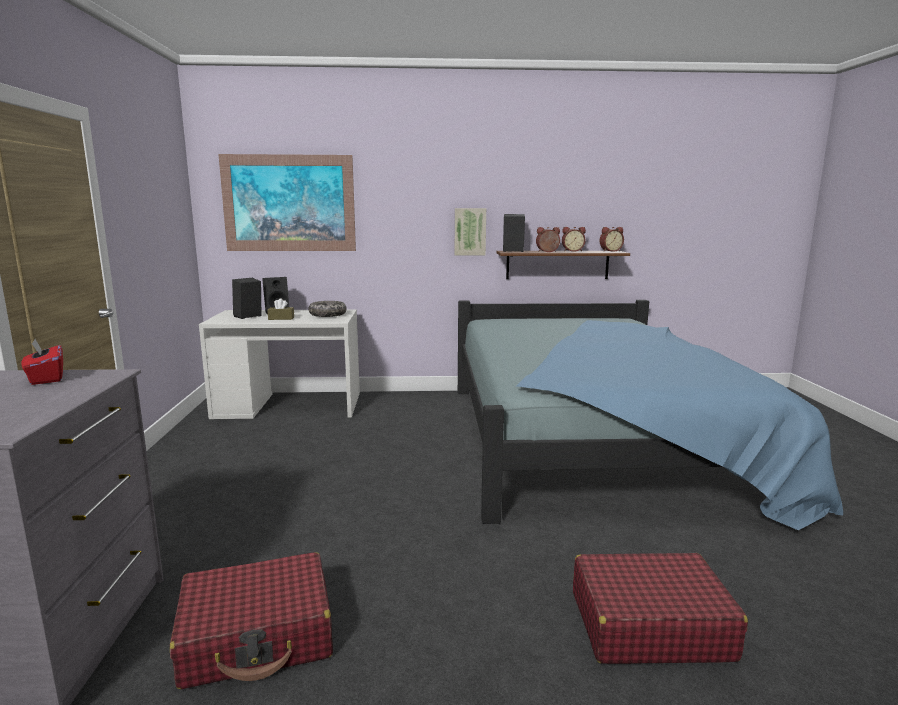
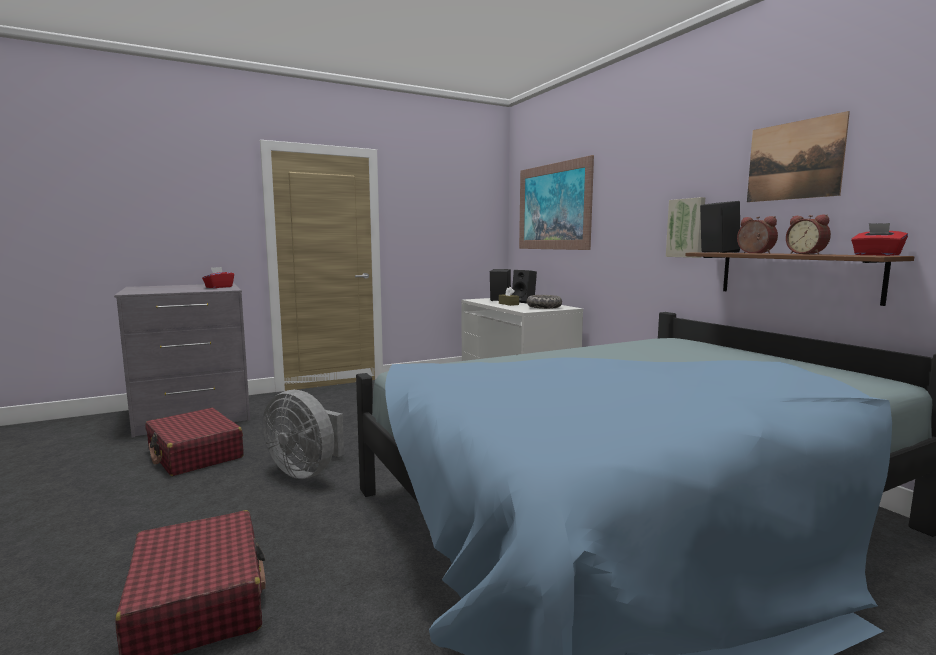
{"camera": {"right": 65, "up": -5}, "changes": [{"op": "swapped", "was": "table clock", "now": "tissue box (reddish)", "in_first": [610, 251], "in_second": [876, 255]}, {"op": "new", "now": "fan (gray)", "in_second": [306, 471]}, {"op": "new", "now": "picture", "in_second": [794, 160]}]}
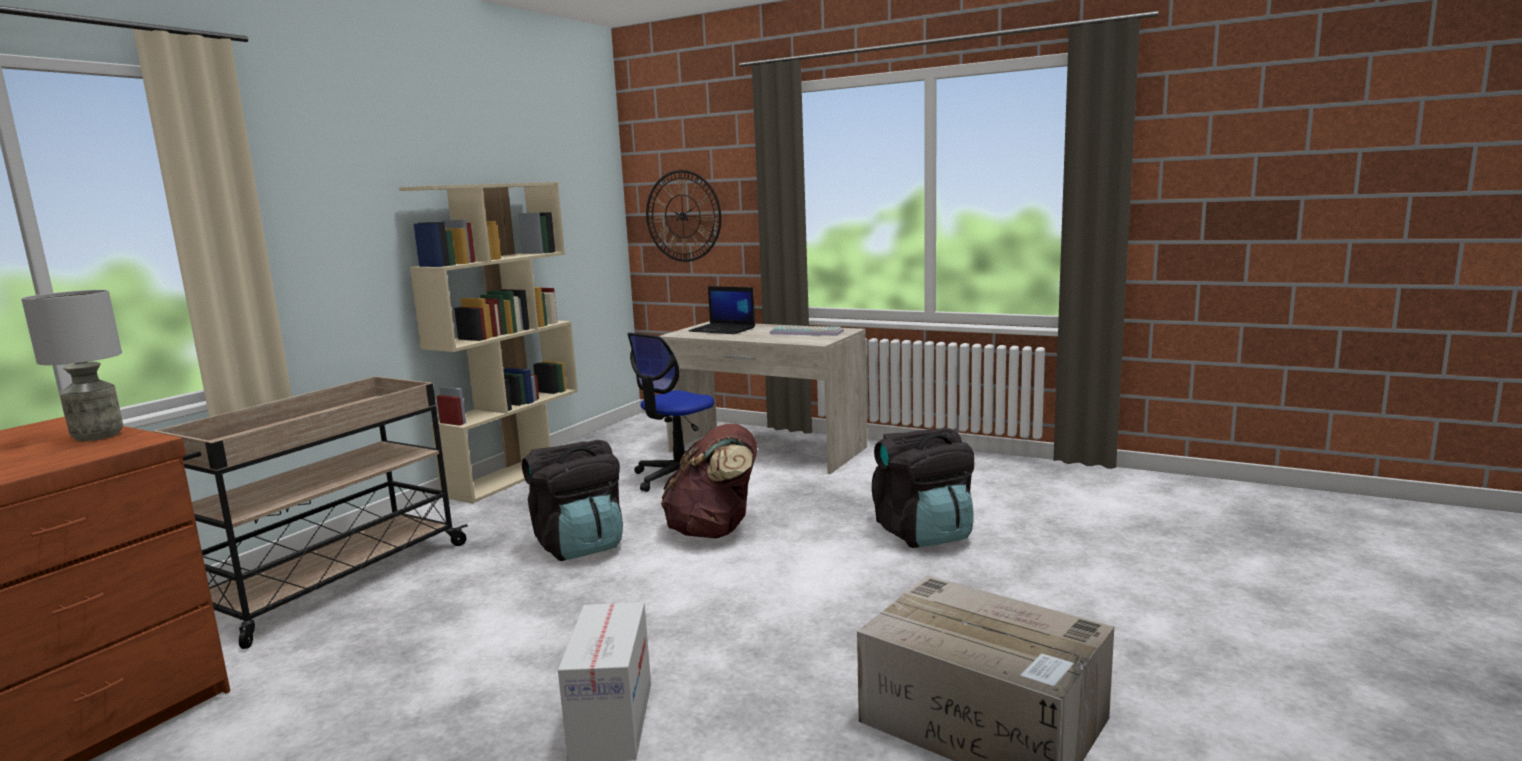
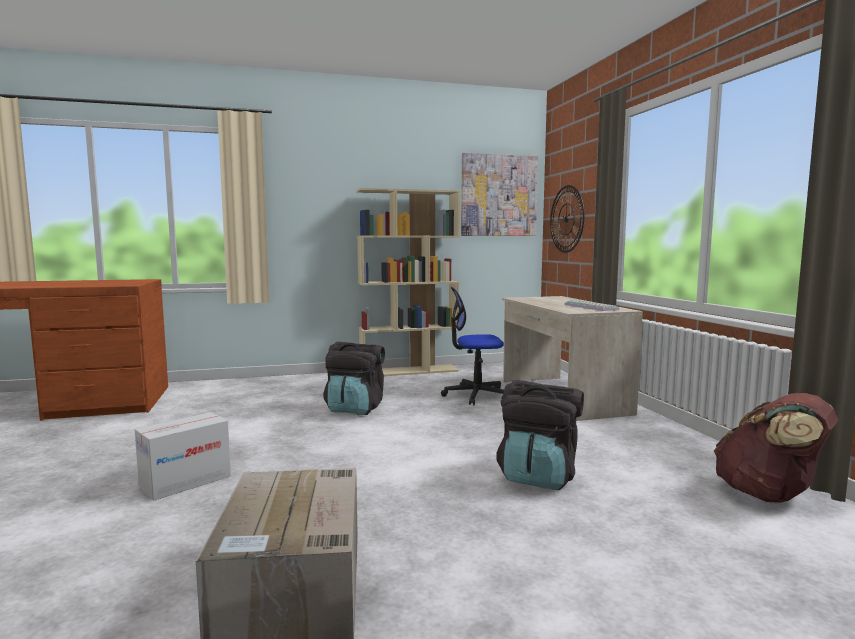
{"camera": {"right": 45, "up": -5}, "changes": [{"op": "gone", "was": "lamp for a table (gray)", "in_first": [97, 436]}, {"op": "gone", "was": "wheeled cart (beige)", "in_first": [331, 582]}, {"op": "shifted", "was": "knapsack (brownish)", "in_first": [714, 531], "in_second": [769, 495]}, {"op": "gone", "was": "portable computer", "in_first": [723, 329]}, {"op": "new", "now": "picture", "in_second": [498, 195]}]}
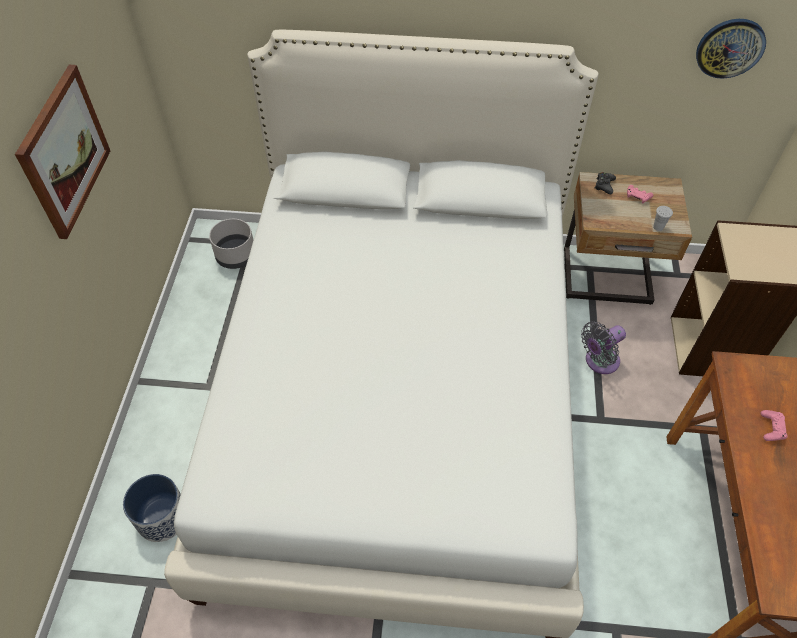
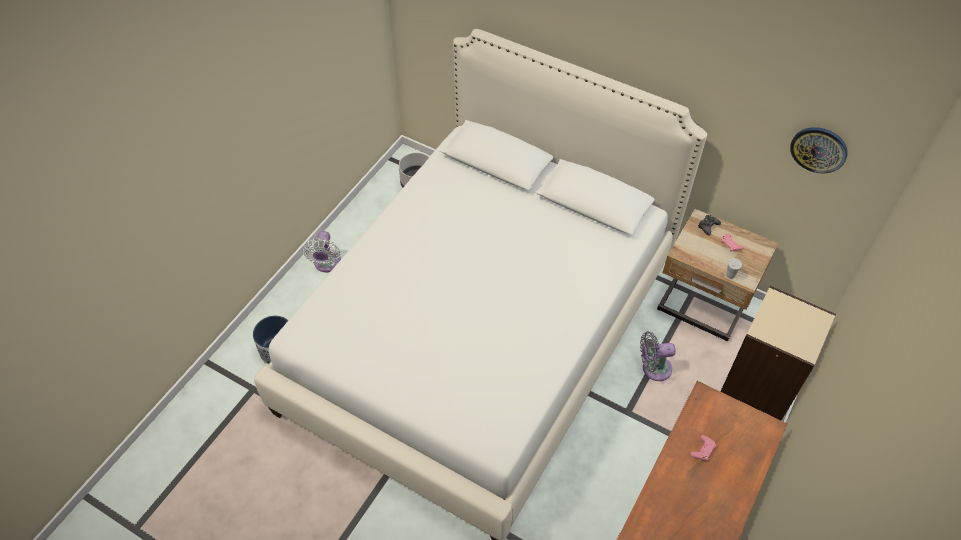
{"camera": {"right": 25, "up": 0}, "changes": [{"op": "gone", "was": "picture", "in_first": [64, 152]}, {"op": "new", "now": "fan (white)", "in_second": [327, 264]}]}
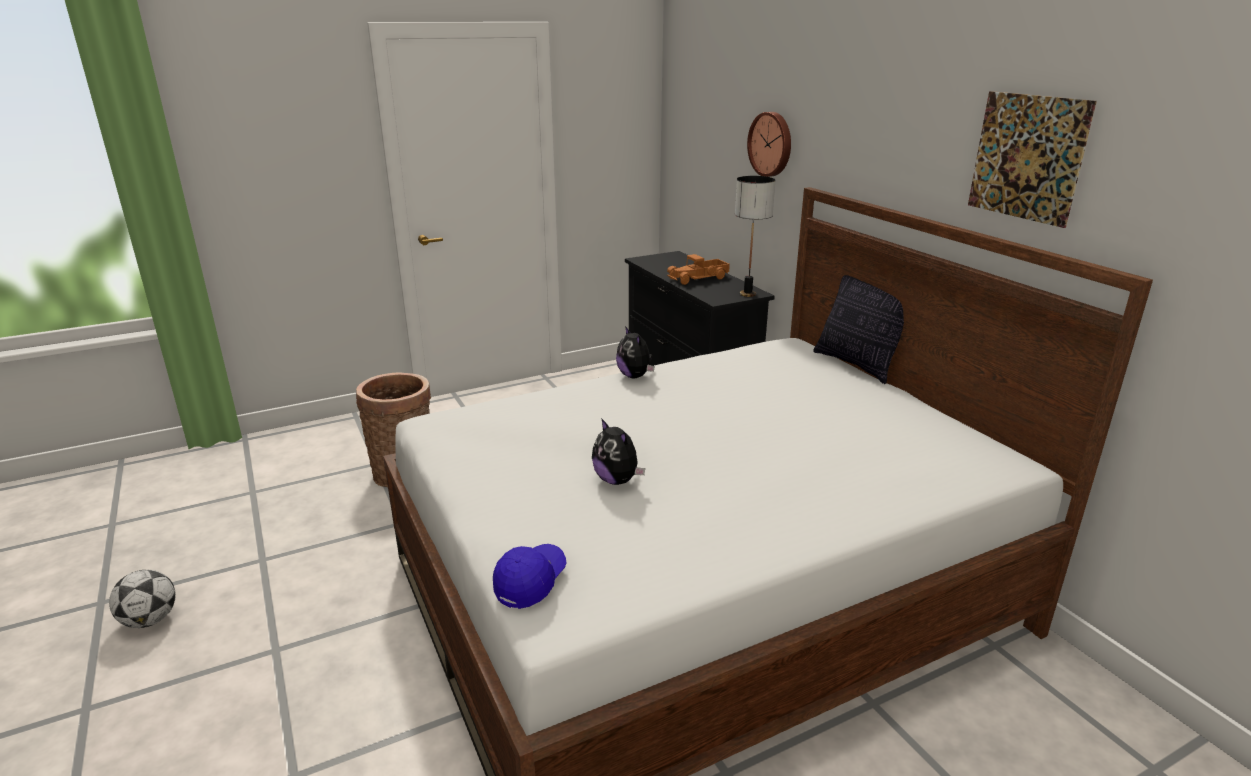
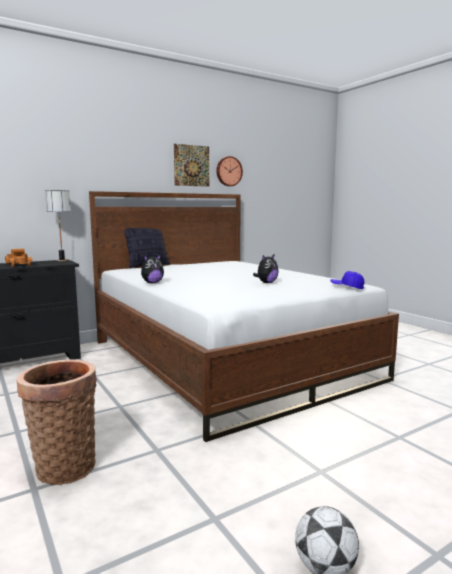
{"camera": {"right": -95, "up": -15}, "changes": [{"op": "shifted", "was": "hanging clock", "in_first": [771, 144], "in_second": [228, 171]}]}
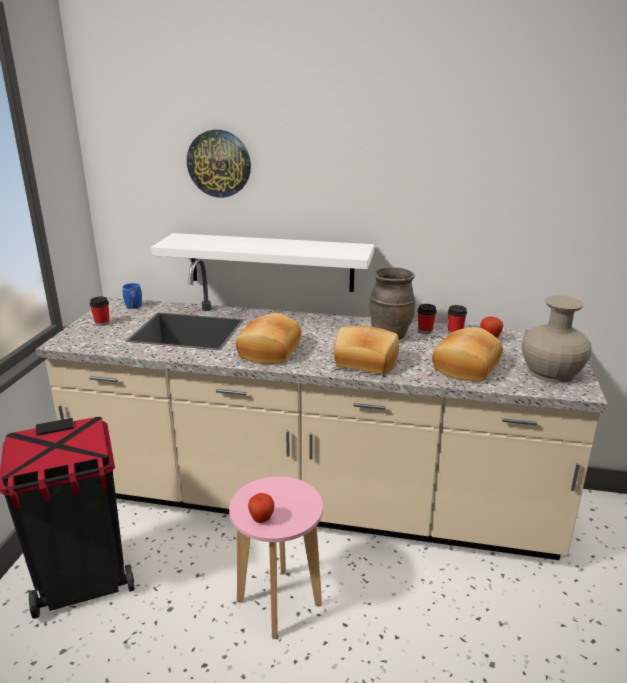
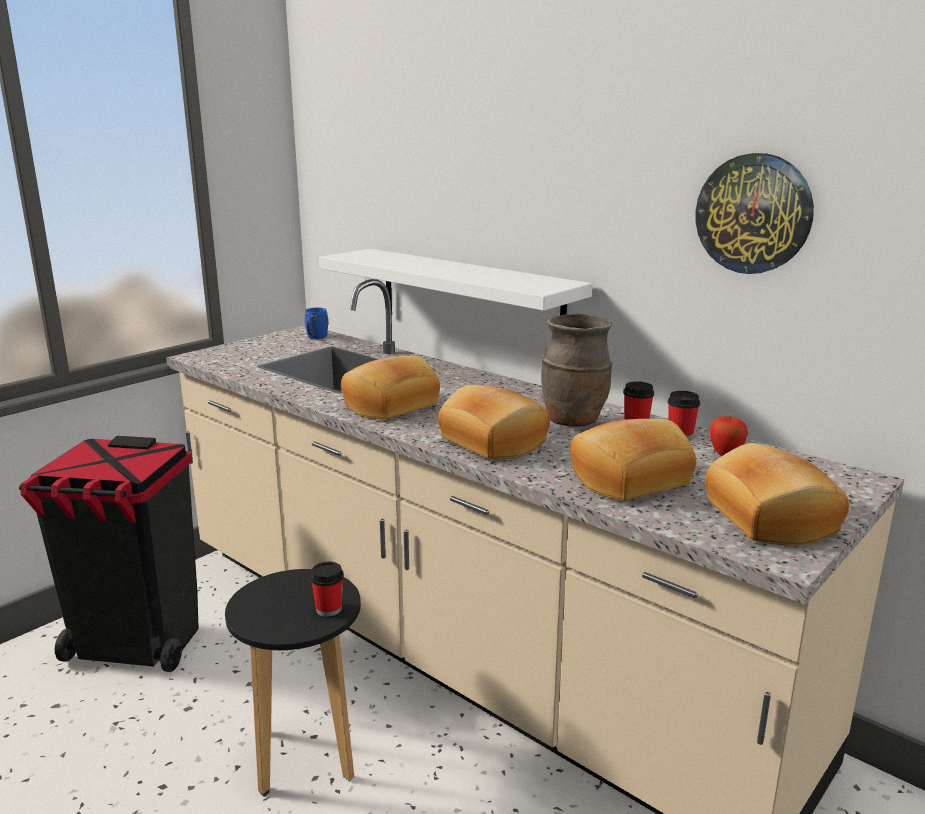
{"camera": {"right": 30, "up": -5}, "changes": [{"op": "shifted", "was": "small cup", "in_first": [102, 323], "in_second": [329, 609]}, {"op": "shifted", "was": "hanging clock", "in_first": [219, 163], "in_second": [753, 214]}, {"op": "repainted", "was": "stool (pinkish)", "now": "stool (black-coloured)", "in_first": [279, 603], "in_second": [305, 754]}, {"op": "gone", "was": "whole apple", "in_first": [261, 520]}, {"op": "swapped", "was": "flower vase (beige)", "now": "baked bread", "in_first": [551, 372], "in_second": [767, 518]}]}
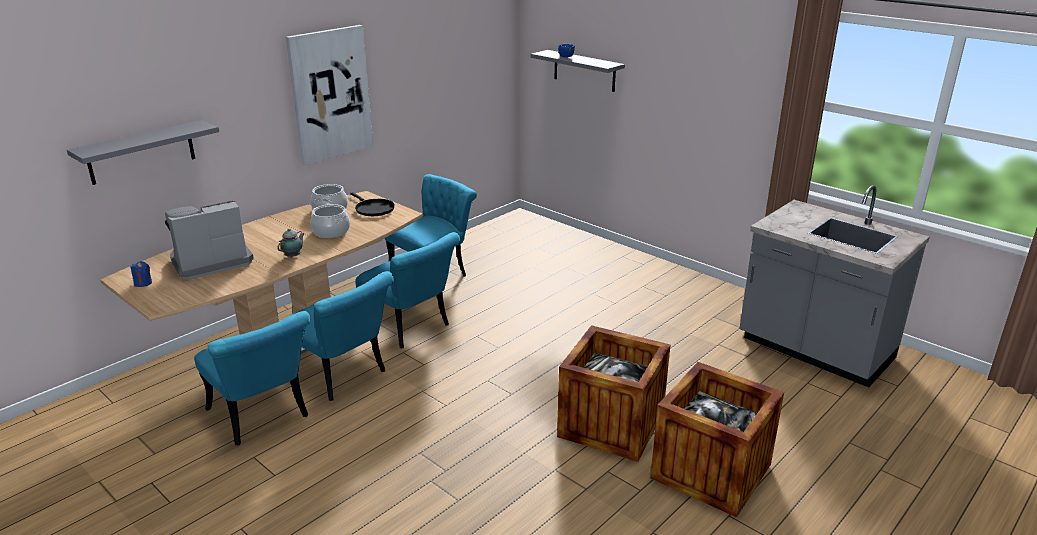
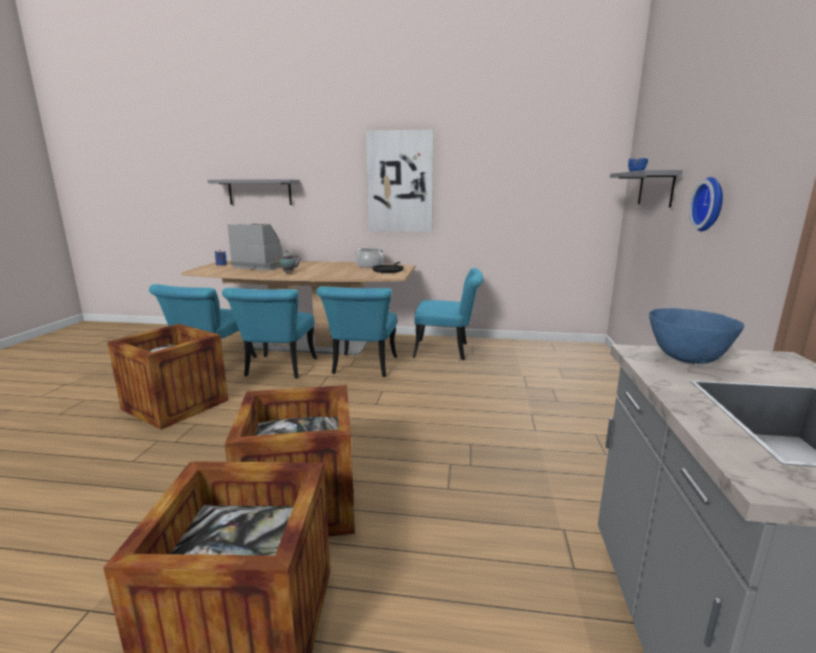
{"camera": {"right": 55, "up": -10}, "changes": [{"op": "gone", "was": "saucepot", "in_first": [331, 231]}, {"op": "new", "now": "crate", "in_second": [175, 405]}, {"op": "new", "now": "deep dish (blue-coloured)", "in_second": [687, 360]}, {"op": "new", "now": "hanging clock", "in_second": [710, 204]}]}
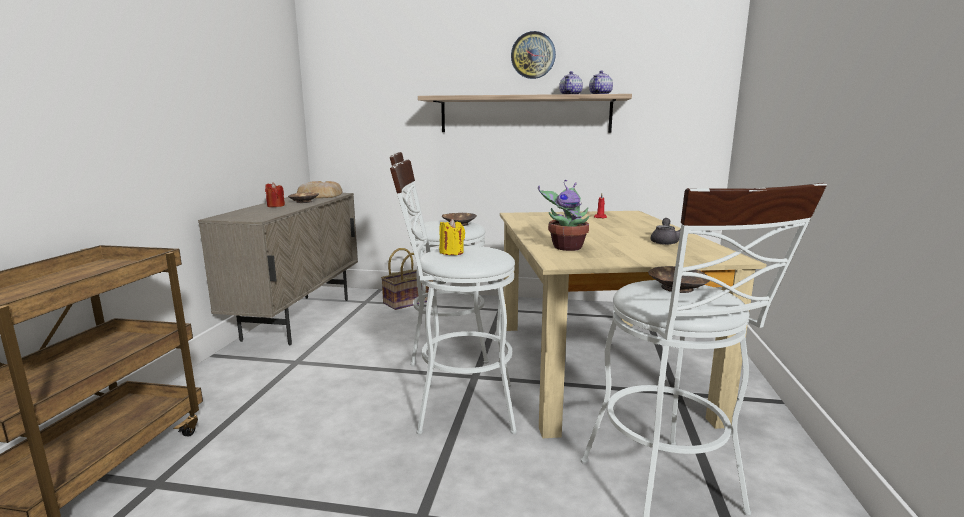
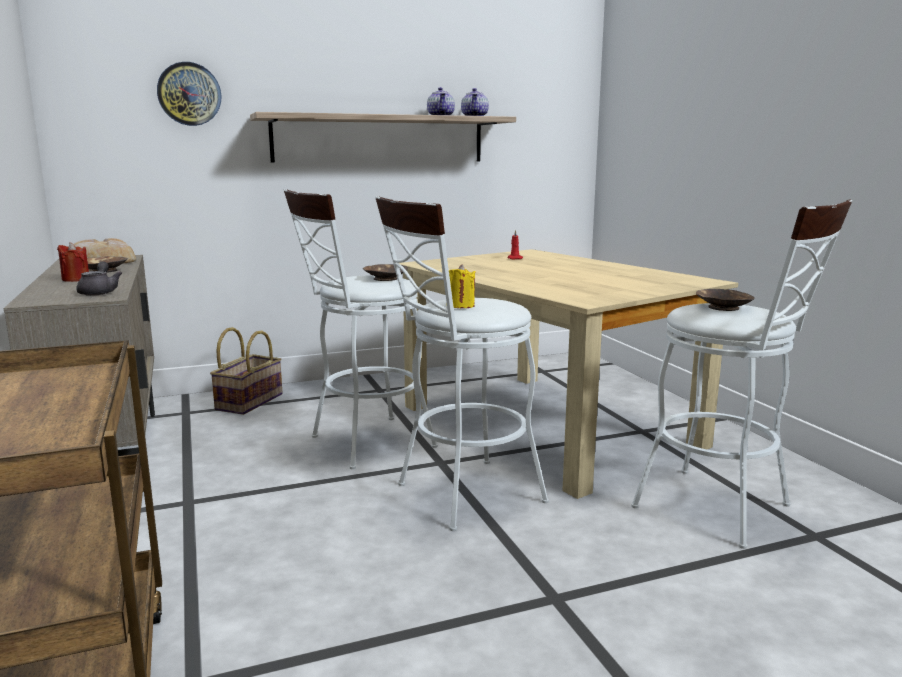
{"camera": {"right": -30, "up": 0}, "changes": [{"op": "shifted", "was": "hanging clock", "in_first": [533, 55], "in_second": [189, 94]}, {"op": "gone", "was": "potted plant", "in_first": [566, 247]}, {"op": "shifted", "was": "tea pot (gray)", "in_first": [665, 241], "in_second": [99, 292]}]}
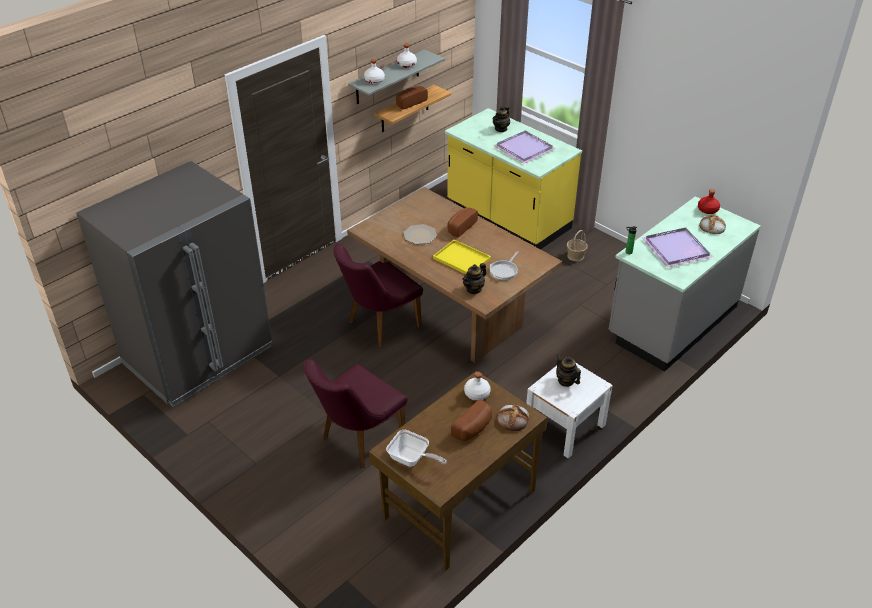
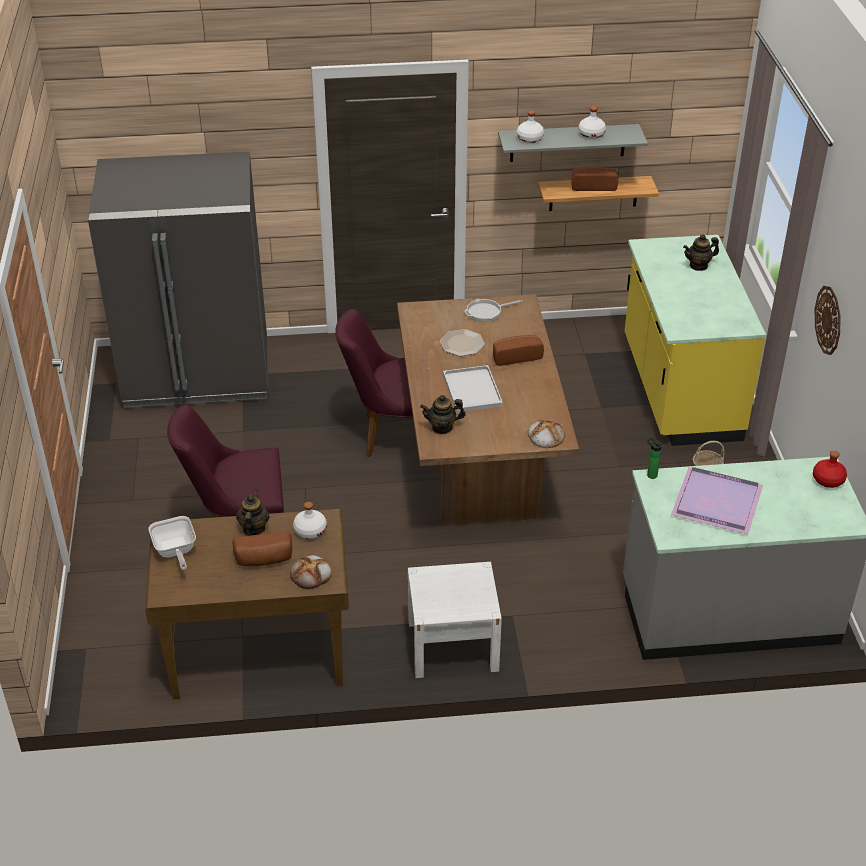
{"camera": {"right": 40, "up": 0}, "changes": [{"op": "repainted", "was": "tray (yellow)", "now": "tray (white)", "in_first": [460, 258], "in_second": [471, 389]}, {"op": "shifted", "was": "frying pan", "in_first": [504, 270], "in_second": [486, 312]}, {"op": "gone", "was": "tray (purple)", "in_first": [523, 148]}, {"op": "shifted", "was": "tea pot", "in_first": [566, 381], "in_second": [253, 528]}, {"op": "shifted", "was": "baked bread", "in_first": [712, 227], "in_second": [545, 436]}, {"op": "new", "now": "hanging clock", "in_second": [828, 320]}]}
